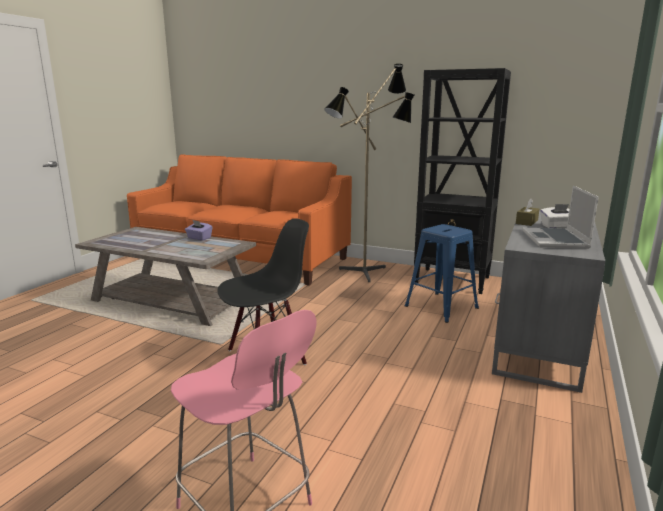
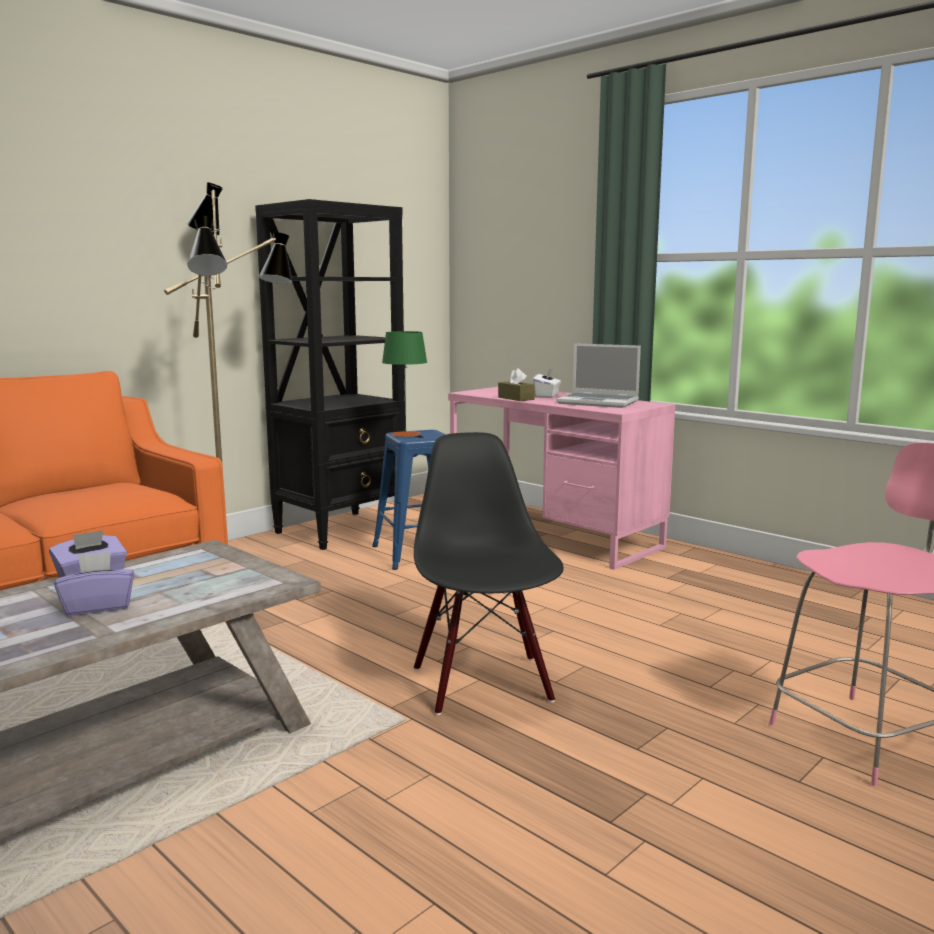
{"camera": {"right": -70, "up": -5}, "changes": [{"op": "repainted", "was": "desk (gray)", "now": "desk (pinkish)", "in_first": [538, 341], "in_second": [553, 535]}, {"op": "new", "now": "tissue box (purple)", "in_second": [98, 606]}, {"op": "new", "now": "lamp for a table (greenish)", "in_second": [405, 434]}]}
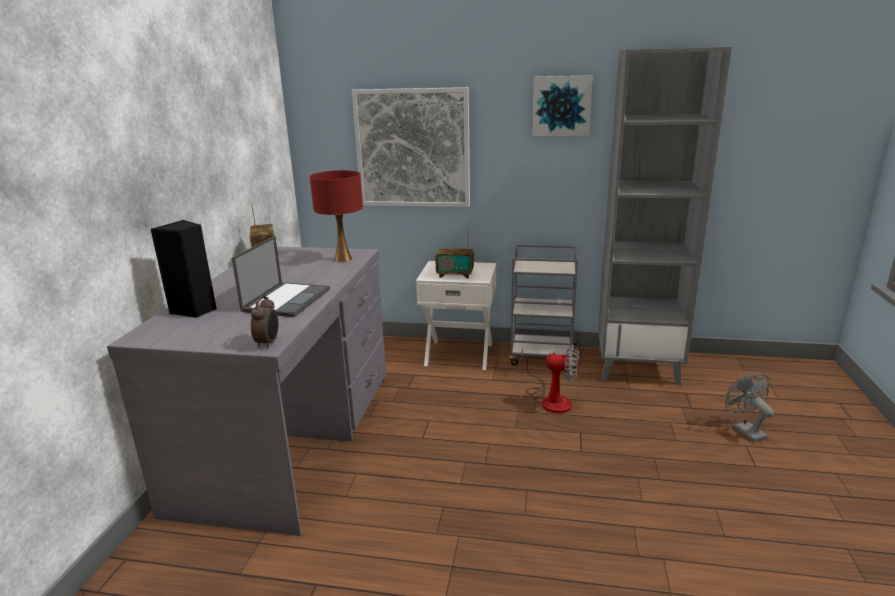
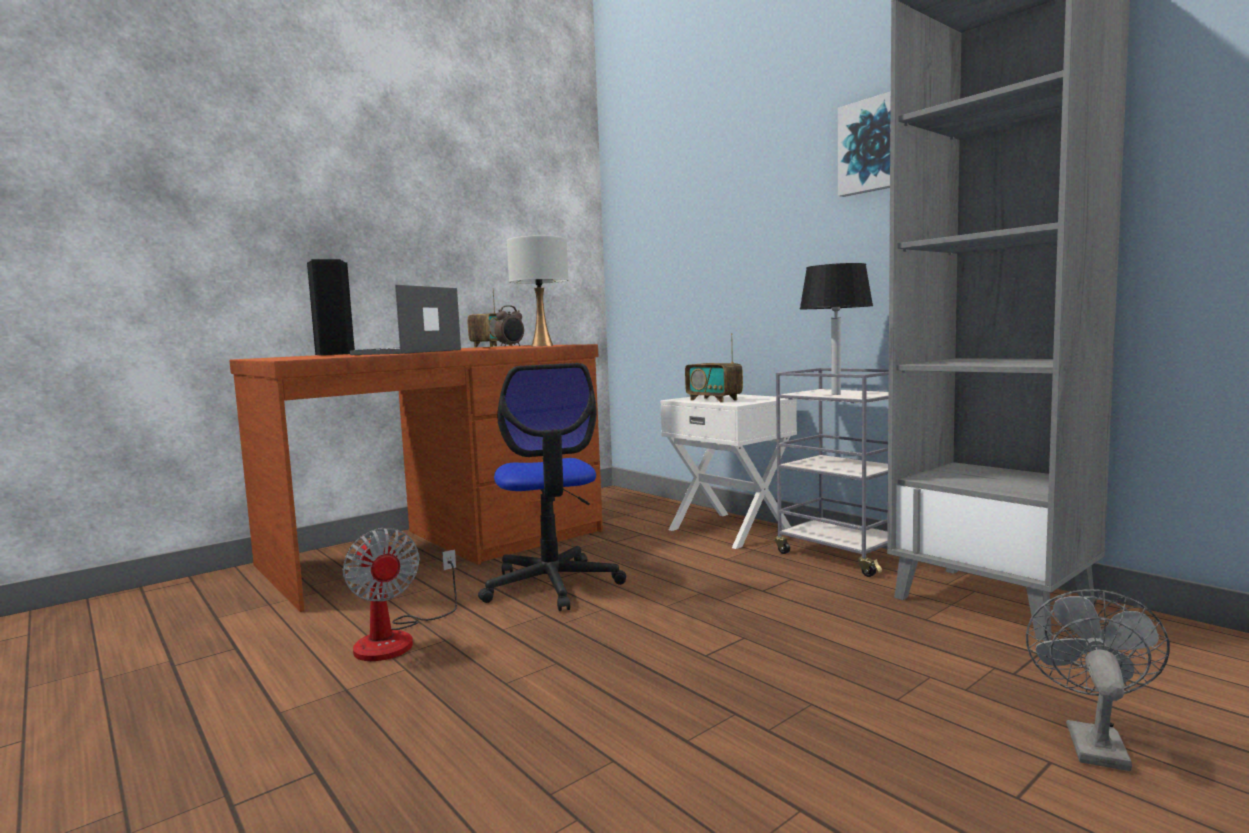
{"camera": {"right": 40, "up": -15}, "changes": [{"op": "repainted", "was": "desk (gray)", "now": "desk (brownish)", "in_first": [291, 438], "in_second": [438, 548]}, {"op": "rotated", "was": "portable computer", "in_first": [287, 299], "in_second": [407, 352], "clockwise": 150}, {"op": "shifted", "was": "table clock", "in_first": [268, 343], "in_second": [511, 346]}, {"op": "repainted", "was": "lamp for a table (reddish)", "now": "lamp for a table (white)", "in_first": [343, 259], "in_second": [541, 345]}, {"op": "gone", "was": "picture", "in_first": [412, 148]}, {"op": "shifted", "was": "fan", "in_first": [550, 399], "in_second": [397, 638]}, {"op": "new", "now": "office chair", "in_second": [552, 585]}, {"op": "new", "now": "lamp for a table (black-coloured)", "in_second": [835, 394]}]}
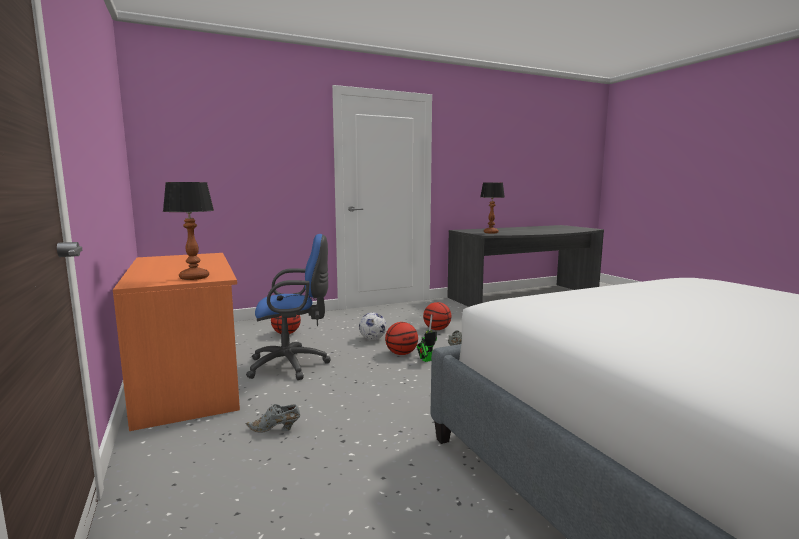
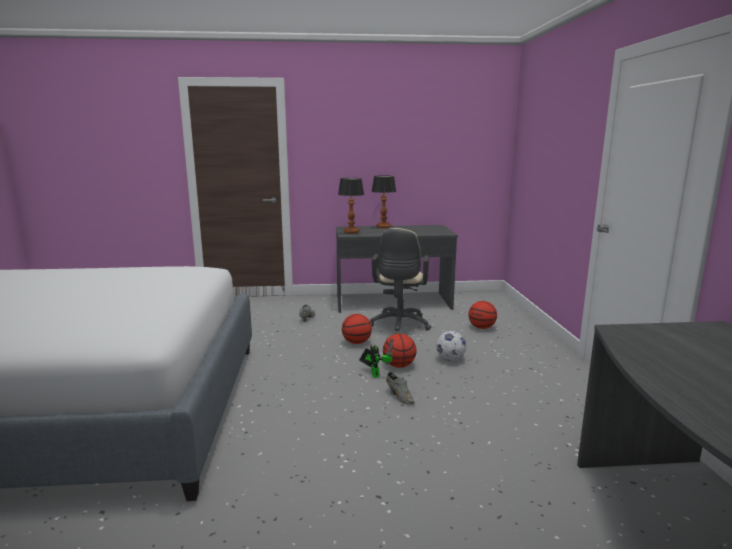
{"camera": {"right": 110, "up": 5}, "changes": [{"op": "repainted", "was": "desk (orange-coloured)", "now": "desk (gray)", "in_first": [189, 380], "in_second": [393, 302]}, {"op": "repainted", "was": "office chair (blue-coloured)", "now": "office chair (beige)", "in_first": [292, 365], "in_second": [399, 326]}, {"op": "shifted", "was": "ball for basketball", "in_first": [437, 329], "in_second": [356, 342]}, {"op": "shifted", "was": "lamp for a table", "in_first": [490, 232], "in_second": [383, 227]}]}
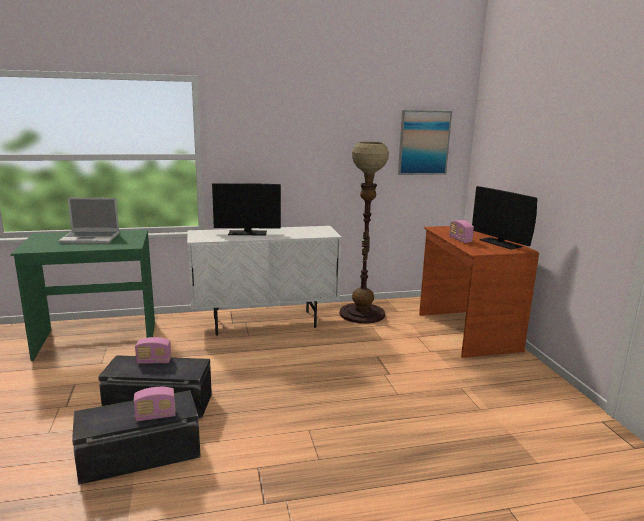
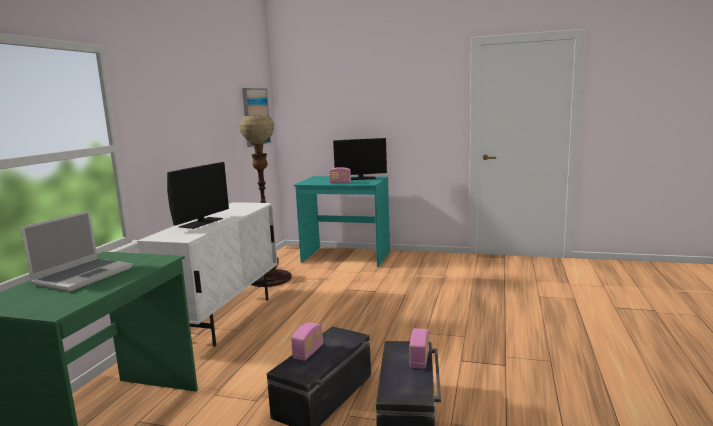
{"camera": {"right": -60, "up": -5}, "changes": [{"op": "repainted", "was": "desk (brownish)", "now": "desk (turquoise)", "in_first": [466, 332], "in_second": [345, 257]}]}
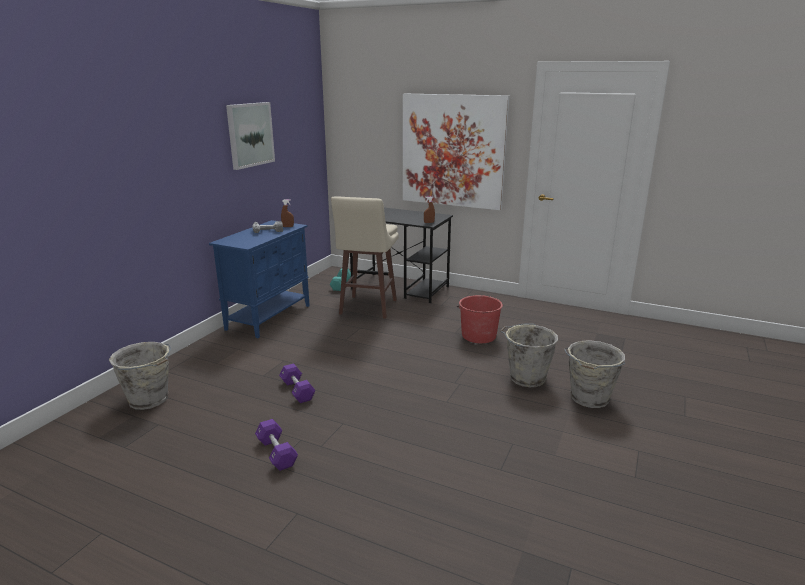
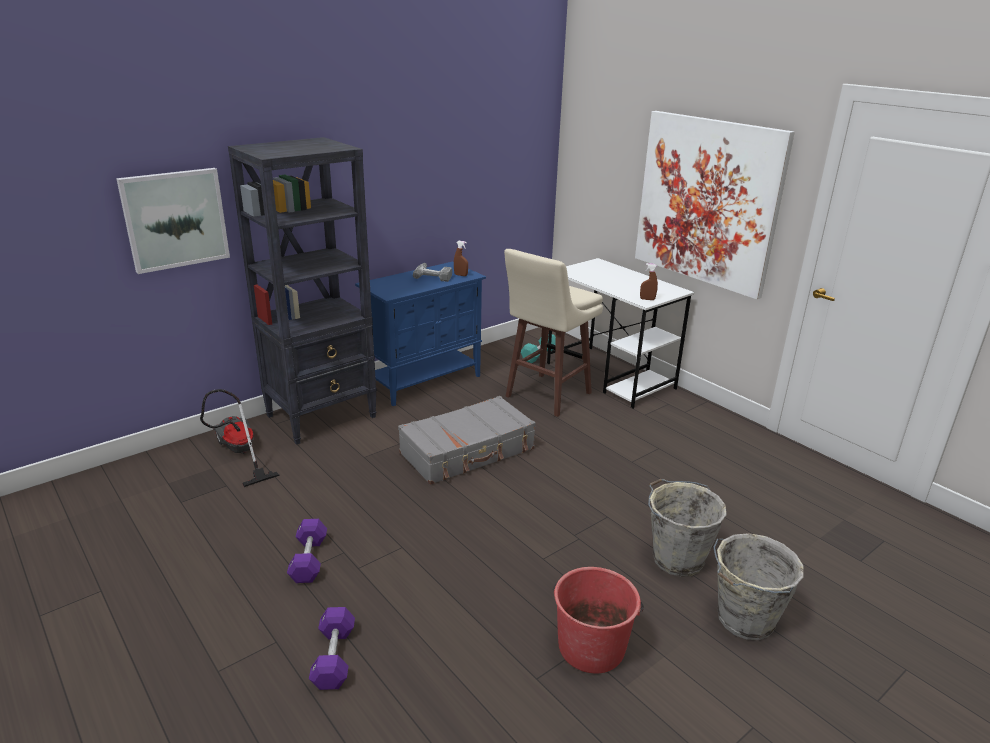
{"camera": {"right": 25, "up": 5}, "changes": [{"op": "swapped", "was": "bucket (gray)", "now": "vacuum cleaner", "in_first": [149, 400], "in_second": [238, 453]}, {"op": "shifted", "was": "picture", "in_first": [250, 135], "in_second": [175, 219]}, {"op": "shifted", "was": "hand weight (purple)", "in_first": [297, 390], "in_second": [334, 658]}, {"op": "repainted", "was": "desk (black-coloured)", "now": "desk (white)", "in_first": [401, 288], "in_second": [610, 376]}, {"op": "shifted", "was": "bucket (reddish)", "in_first": [478, 335], "in_second": [591, 646]}, {"op": "new", "now": "bookcase (black-coloured)", "in_second": [322, 416]}, {"op": "new", "now": "travel case (gray)", "in_second": [468, 451]}]}
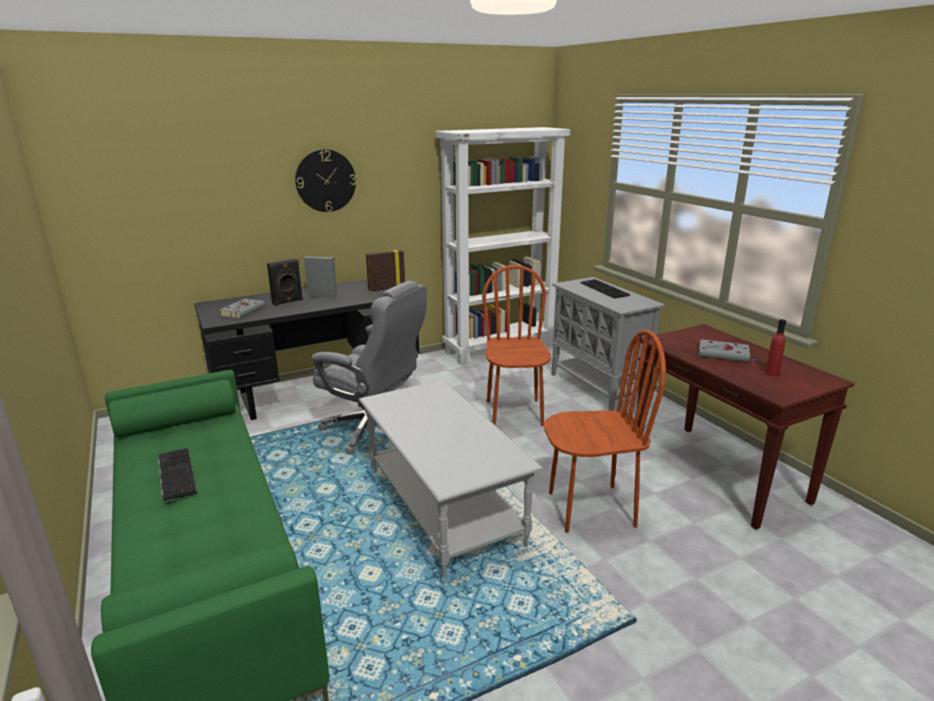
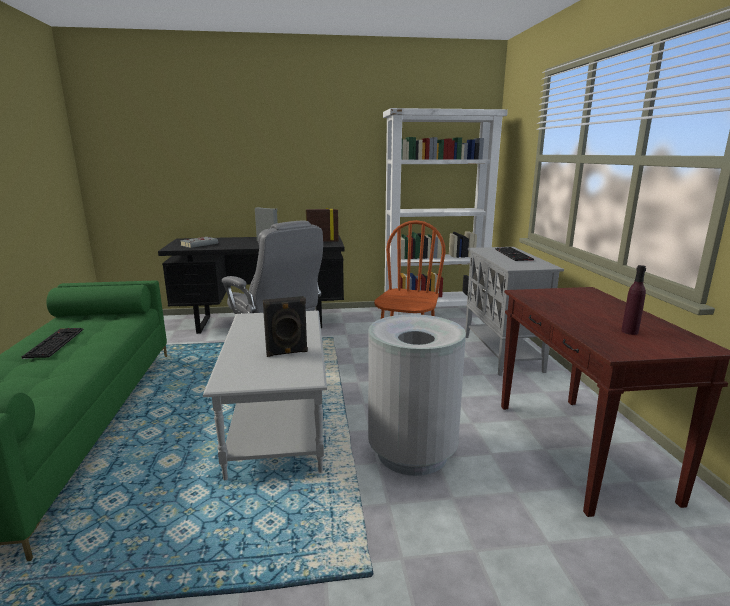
{"camera": {"right": 20, "up": -5}, "changes": [{"op": "shifted", "was": "speaker (black-coloured)", "in_first": [288, 302], "in_second": [287, 353]}, {"op": "gone", "was": "hanging clock", "in_first": [325, 181]}, {"op": "swapped", "was": "chair (brownish)", "now": "waste bin (gray)", "in_first": [591, 508], "in_second": [412, 453]}, {"op": "gone", "was": "bound book (gray)", "in_first": [725, 354]}, {"op": "repainted", "was": "bottle (reddish)", "now": "bottle (purple)", "in_first": [772, 373], "in_second": [629, 332]}]}
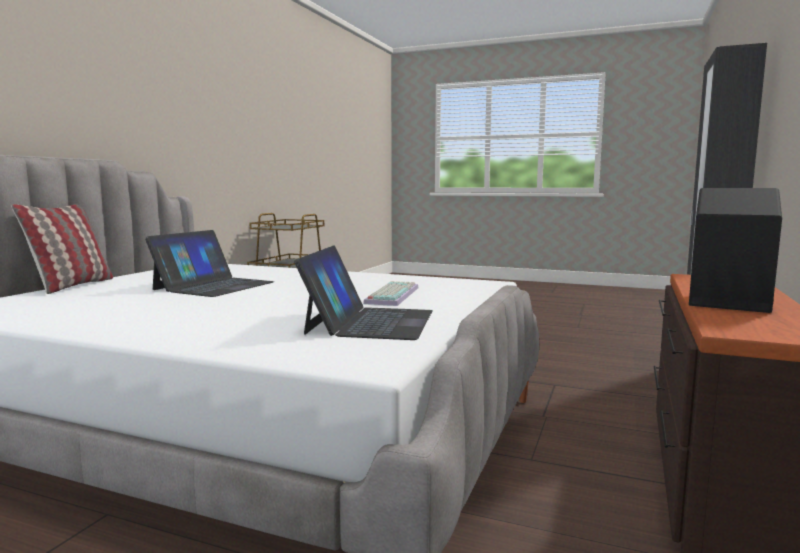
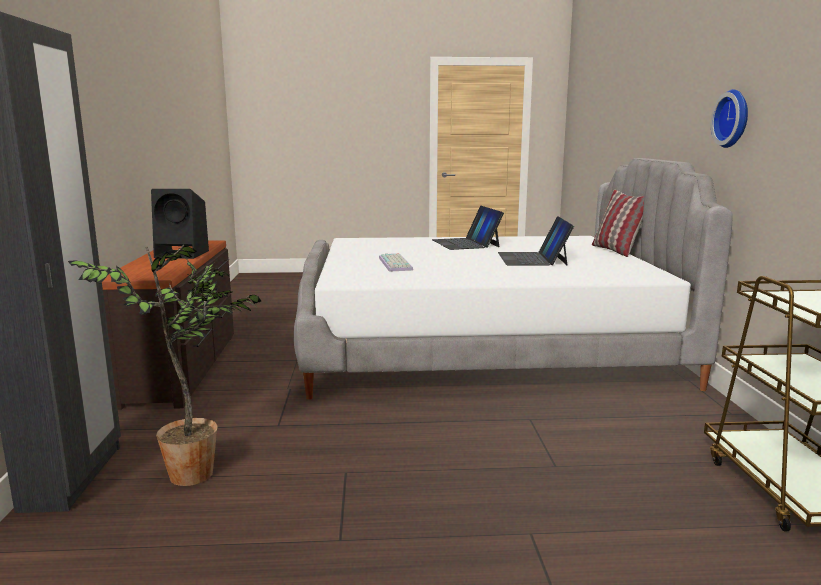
{"camera": {"right": 155, "up": 5}, "changes": [{"op": "shifted", "was": "portable computer", "in_first": [370, 322], "in_second": [466, 243]}, {"op": "new", "now": "potted plant", "in_second": [196, 471]}, {"op": "new", "now": "hanging clock", "in_second": [734, 118]}]}
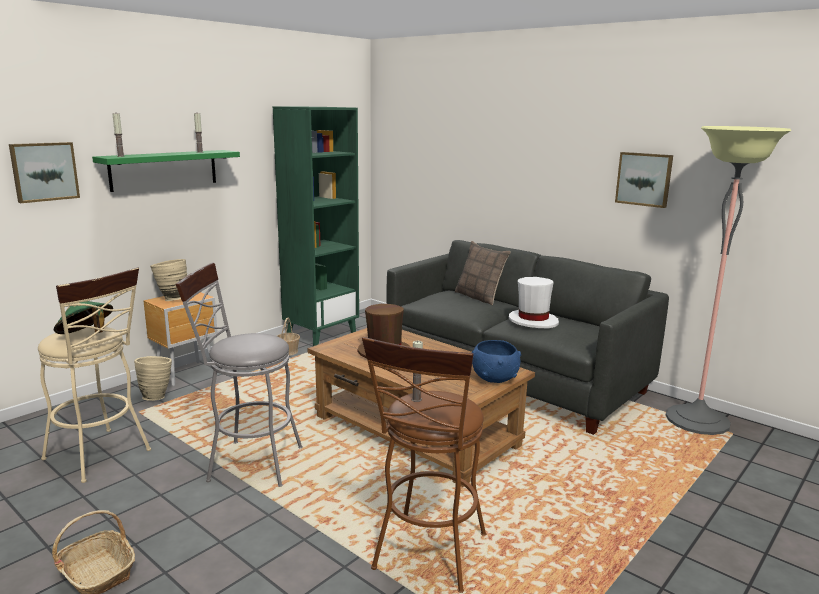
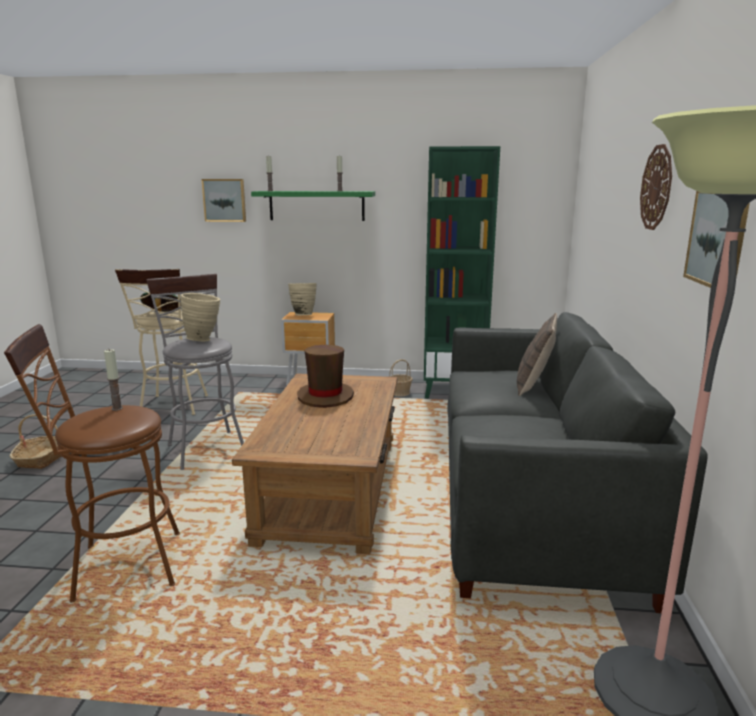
{"camera": {"right": 55, "up": 0}, "changes": [{"op": "shifted", "was": "flower vase (beige)", "in_first": [156, 396], "in_second": [204, 339]}, {"op": "gone", "was": "deep dish (blue-coloured)", "in_first": [494, 379]}, {"op": "gone", "was": "clothing hat (white)", "in_first": [533, 321]}, {"op": "new", "now": "hanging clock", "in_second": [656, 187]}]}
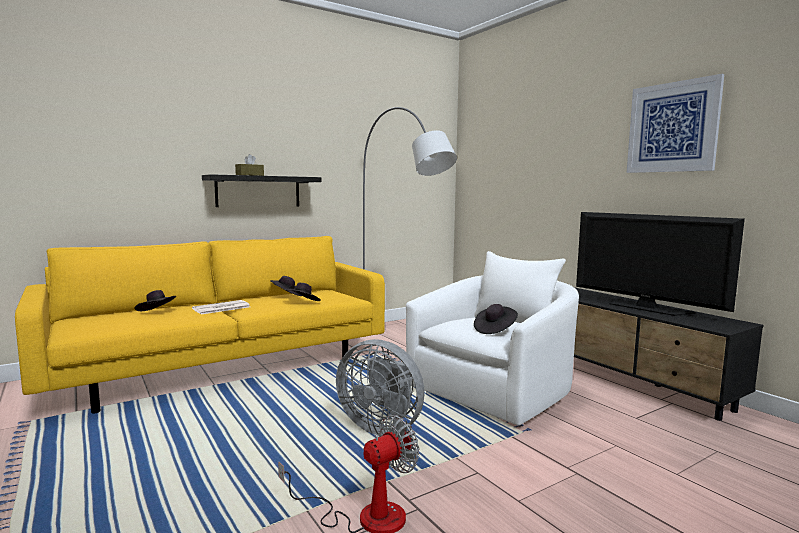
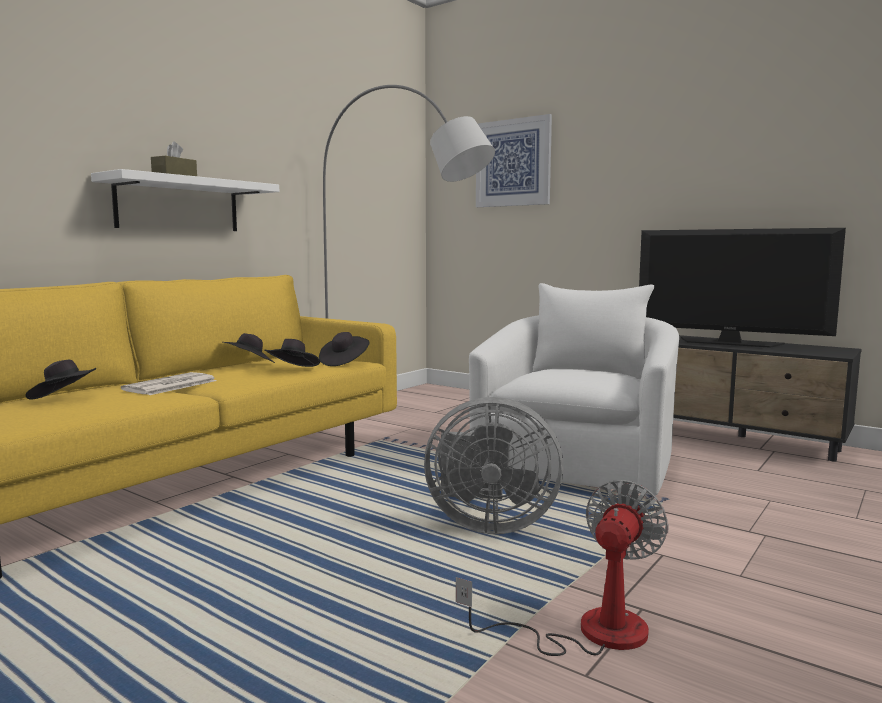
{"camera": {"right": -20, "up": 0}, "changes": [{"op": "repainted", "was": "shelf (black-coloured)", "now": "shelf (white)", "in_first": [258, 191], "in_second": [178, 205]}, {"op": "shifted", "was": "clothing hat (black-coloured)", "in_first": [495, 330], "in_second": [344, 362]}, {"op": "shifted", "was": "picture", "in_first": [672, 127], "in_second": [513, 163]}]}
